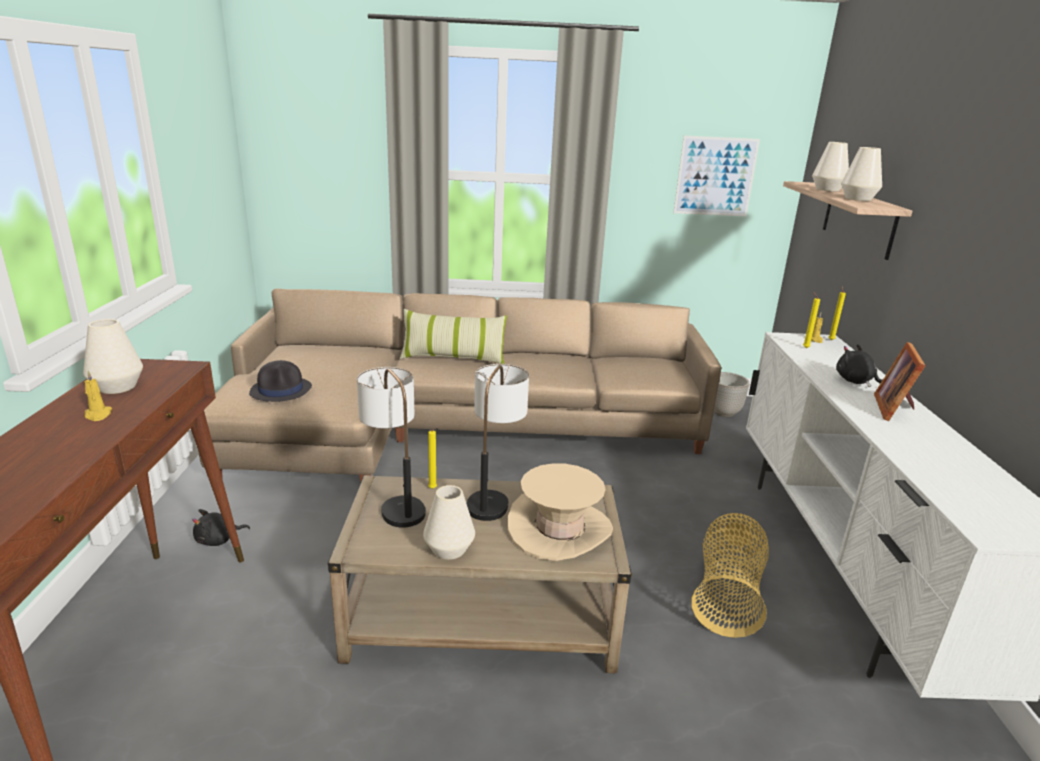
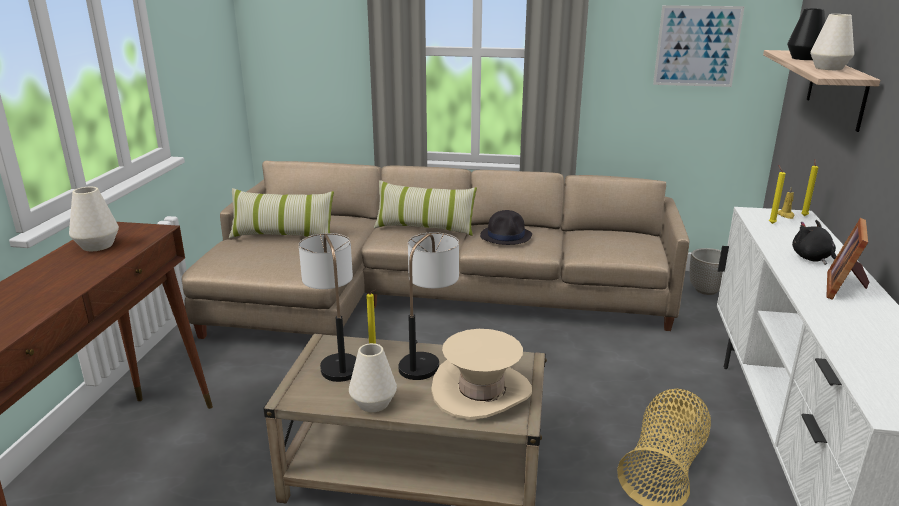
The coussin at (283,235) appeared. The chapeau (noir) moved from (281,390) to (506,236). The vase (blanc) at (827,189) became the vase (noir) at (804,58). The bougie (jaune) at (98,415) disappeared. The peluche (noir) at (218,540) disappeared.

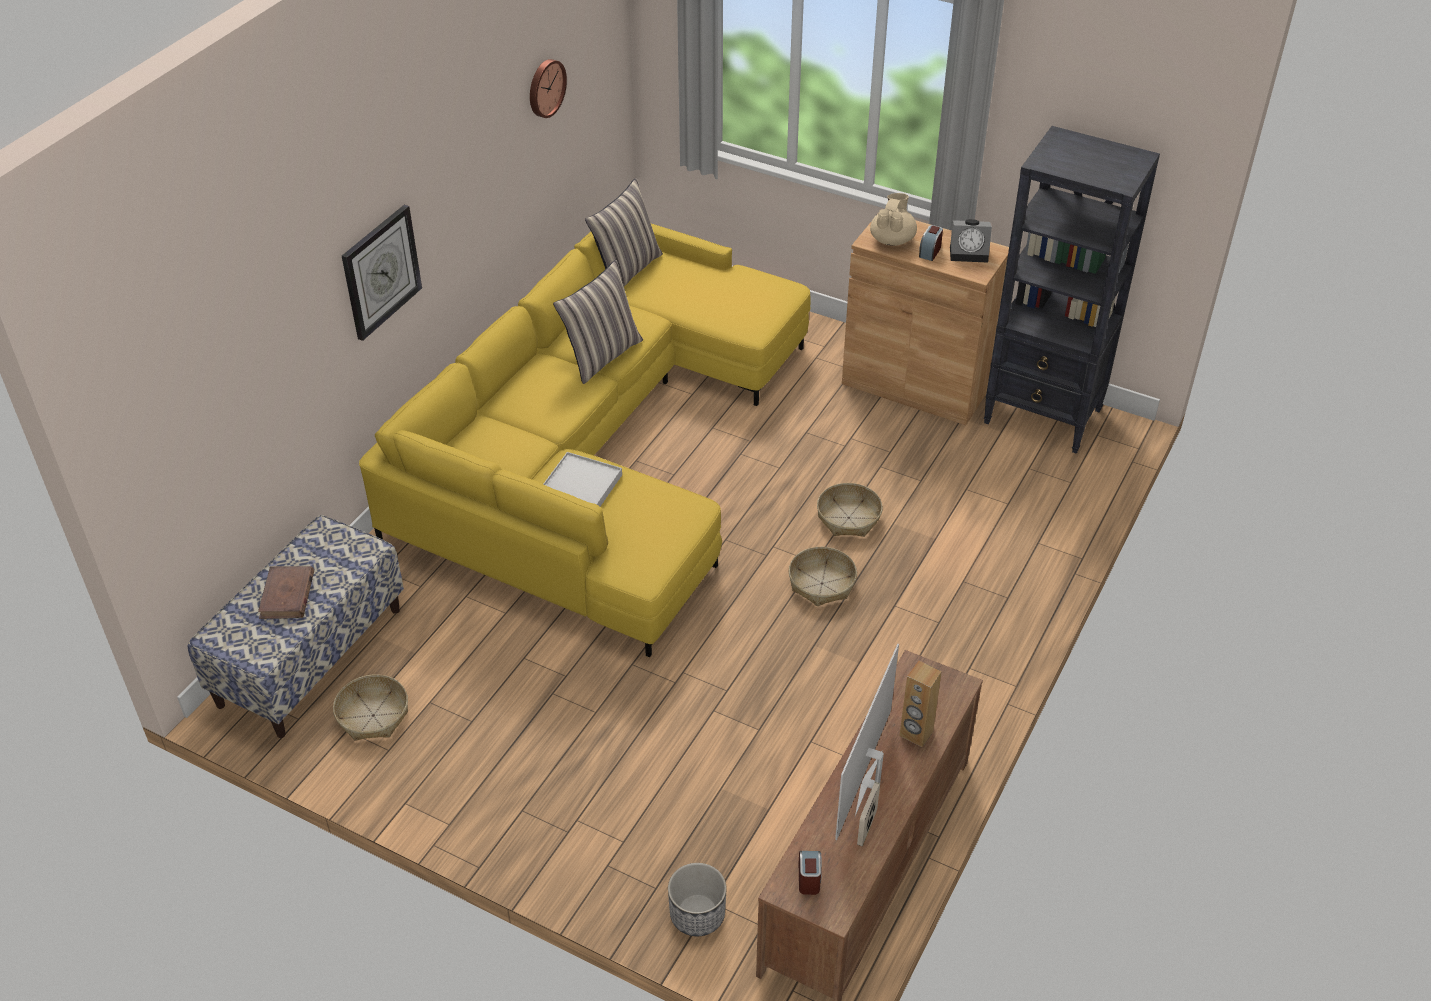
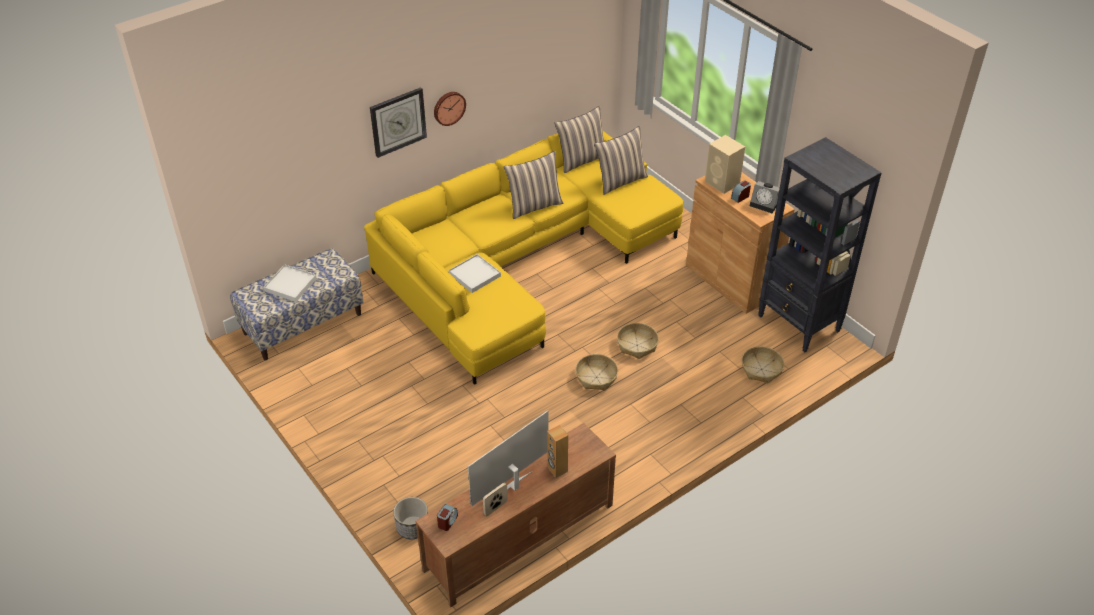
The livre (marron) at (287,595) was replaced by the plateau (blanc) at (290,285). The horloge murale moved from (545,87) to (448,107). The coussin at (620,181) appeared. The théière (beige) at (892,239) was replaced by the enceinte (beige) at (722,183). The panier moved from (373,715) to (761,369).

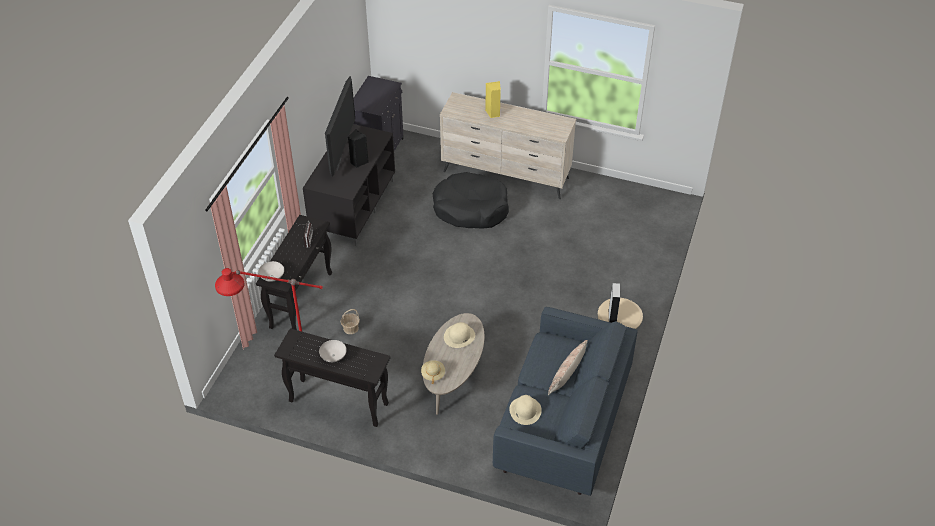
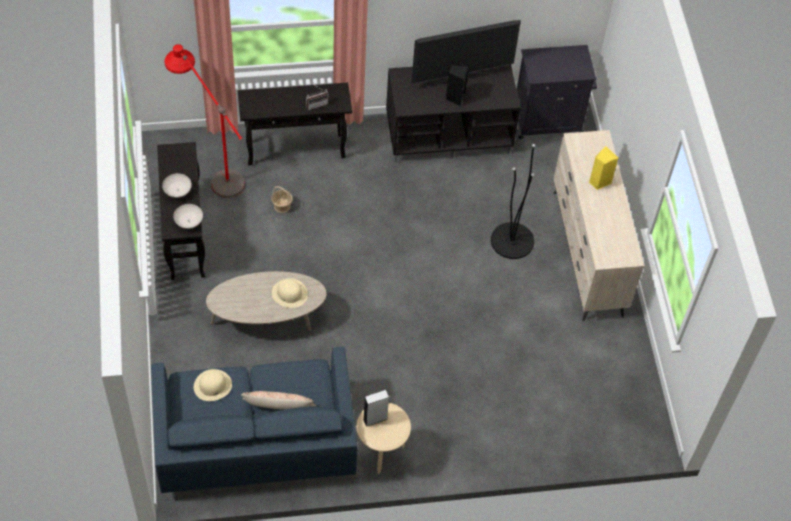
The bol (blanc) moved from (272,277) to (188,222). The panier pour chien (noir) at (471,208) was replaced by the lampadaire (noir) at (512,240). The chapeau (beige) at (433,374) disappeared.

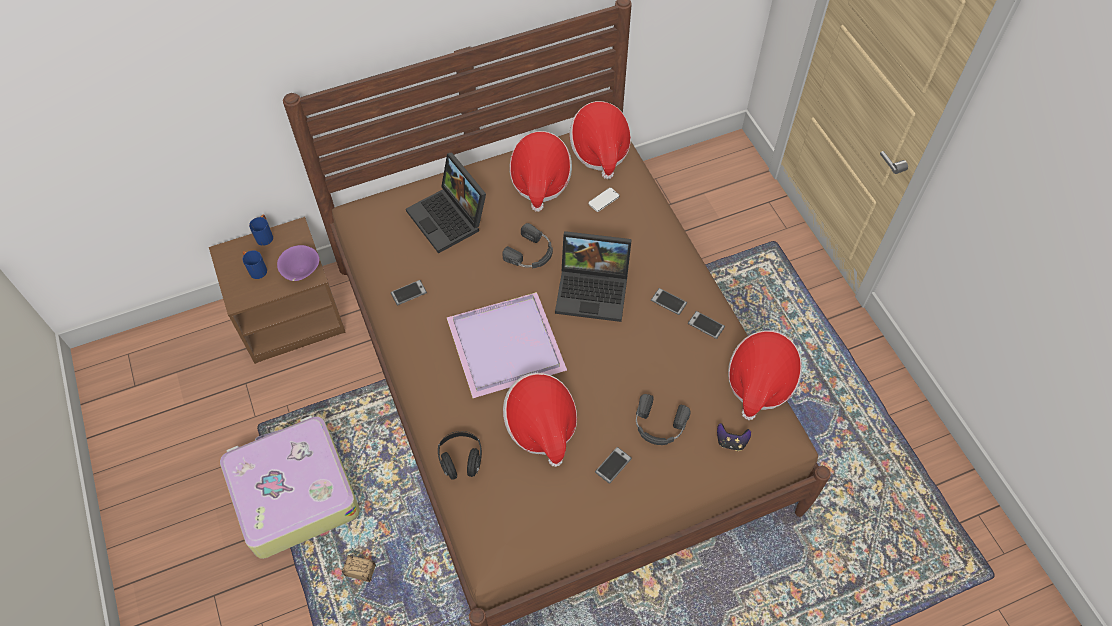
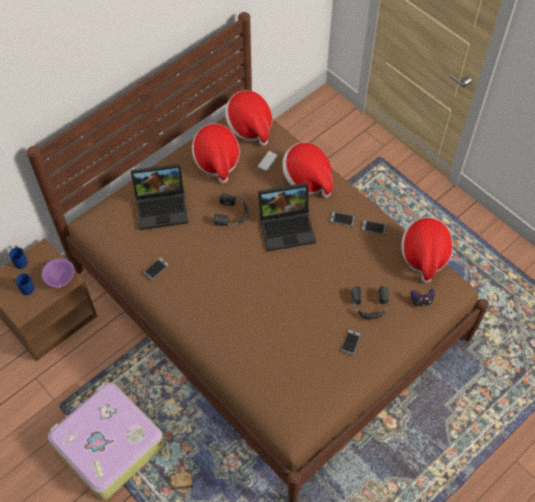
The ordinateur portable at (450,219) turned 45 degrees counterclockwise. The chapeau moved from (541,426) to (307,179). The casque audio (noir) at (461,460) disappeared. The plateau (violet) at (507,343) disappeared.

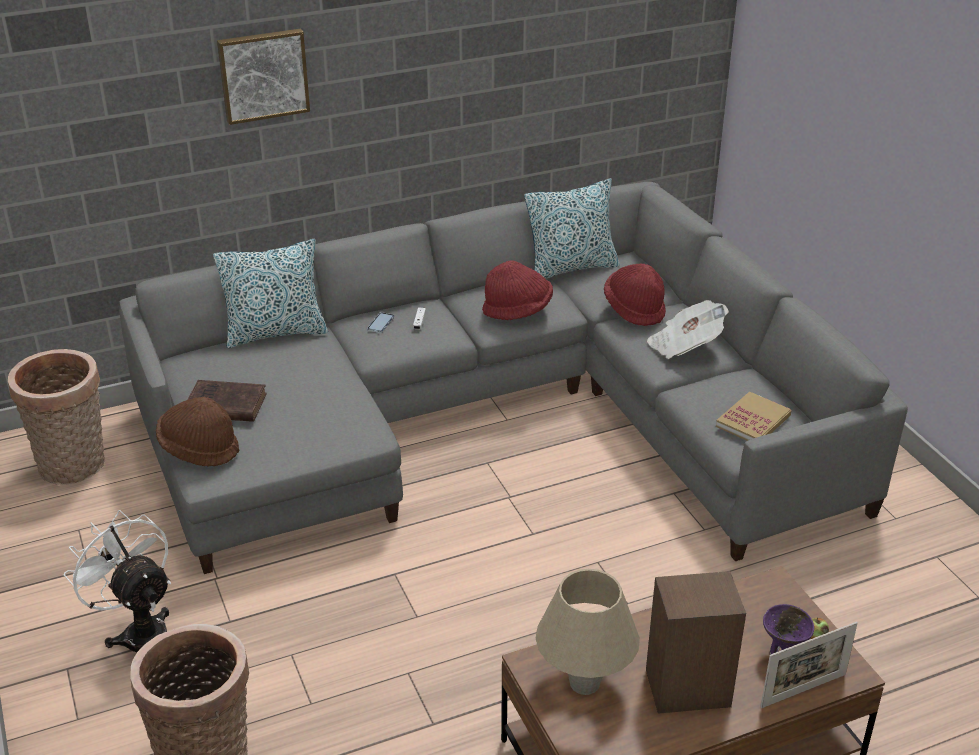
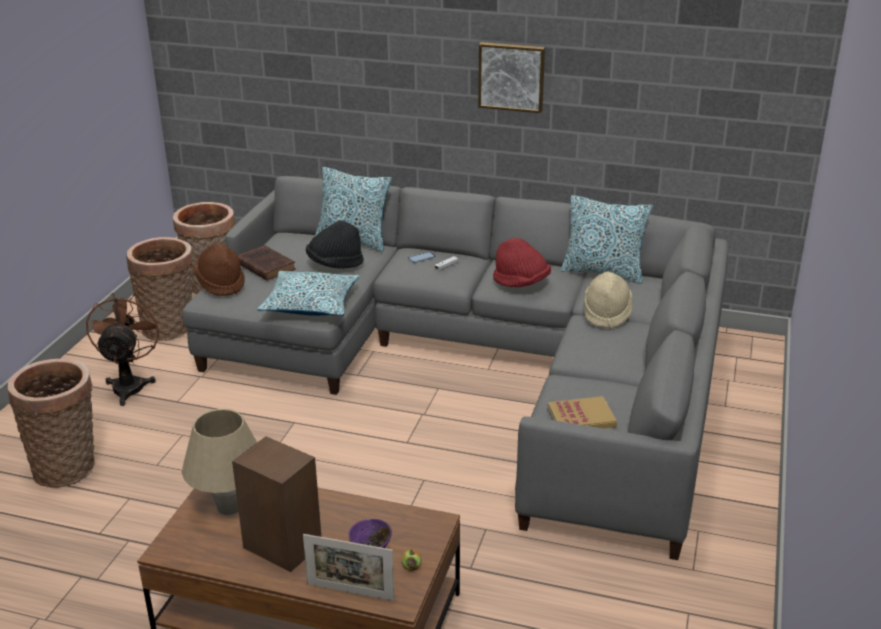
The ventilateur (blanc) at (140,632) became the ventilateur (marron) at (130,384). The panier at (170,328) appeared. The coussin at (311,304) appeared. The chapeau (noir) at (335,264) appeared. The tableau moved from (263,75) to (511,76). The chapeau (rouge) at (635,309) became the chapeau (beige) at (606,313). The journal at (685,346) disappeared.

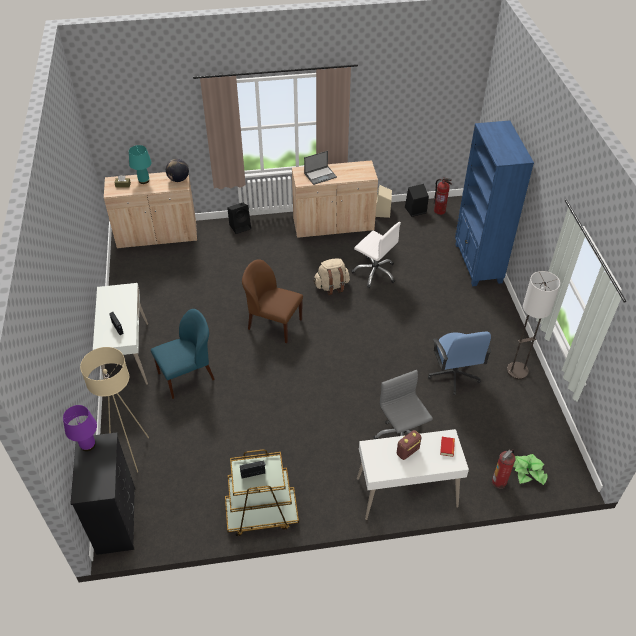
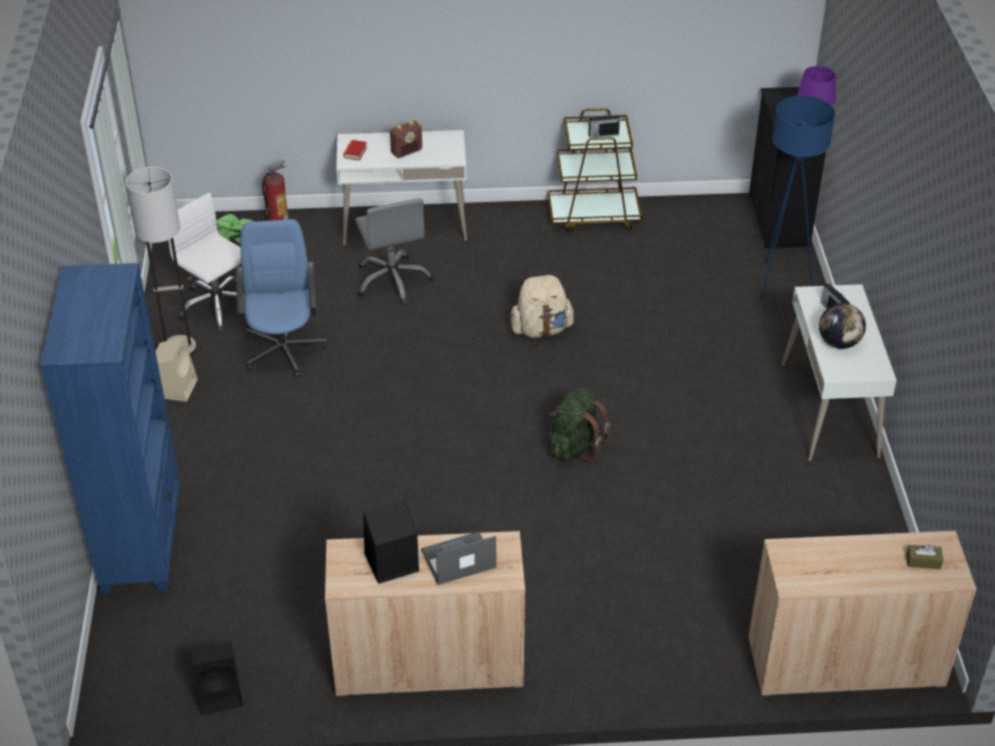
The enceinte (beige) moved from (382,212) to (176,387). The chaise de bureau (blanc) moved from (375,272) to (217,306). The enceinte (noir) moved from (240,226) to (390,563). The sac à dos (beige) moved from (331,286) to (541,329). The chaise (marron) at (274,324) was replaced by the sac à dos (vert) at (574,446). The lampadaire (beige) at (132,453) became the lampadaire (bleu) at (779,283). The globe moved from (178,179) to (839,343). The lampe de table (turquoise) at (143,180) disappeared. The chaise (bleu) at (187,376) disappeared. The extincteur at (439,211) disappeared.

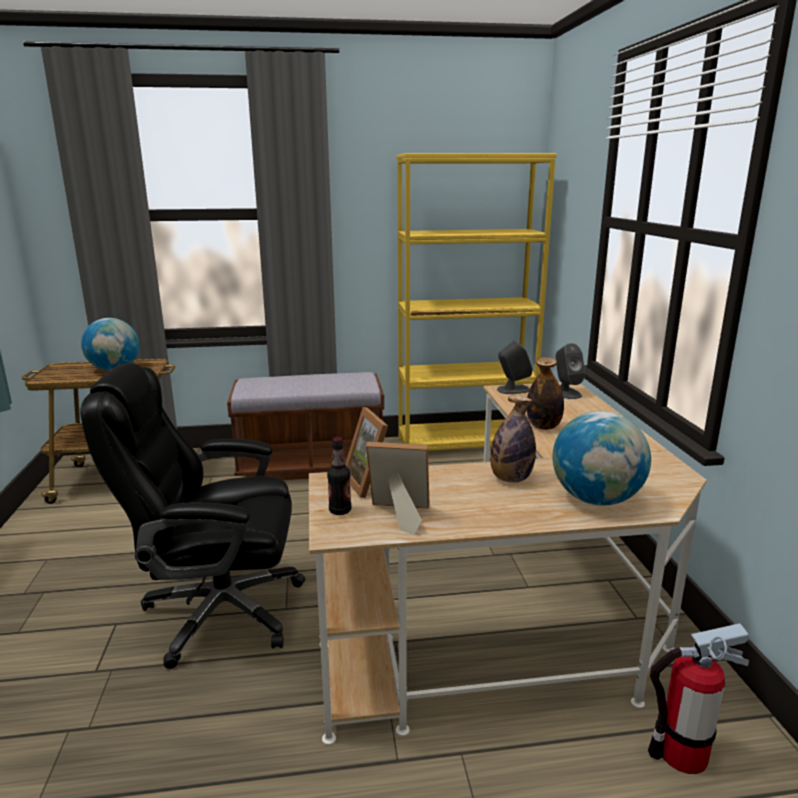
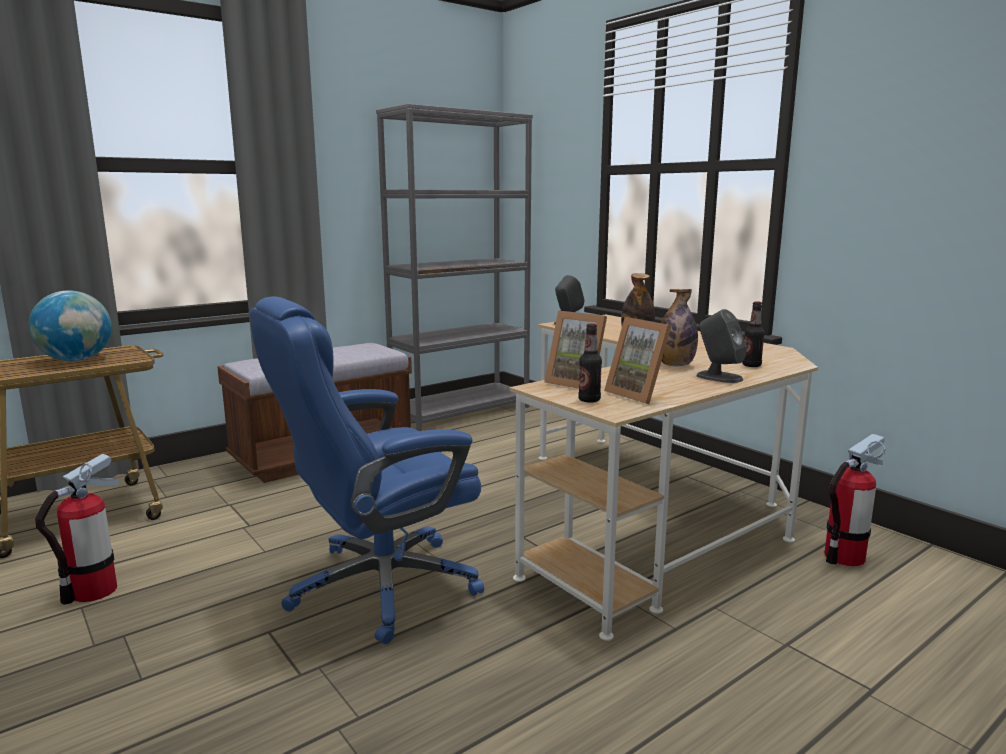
The extincteur at (94,591) appeared. The chaise de bureau (noir) at (219,611) became the chaise de bureau (bleu) at (379,587). The bibliothèque (jaune) at (464,444) became the bibliothèque (gris) at (461,412). The cadre photo at (398,515) turned 105 degrees counterclockwise. The enceinte (gris) moved from (566,393) to (718,377). The globe at (596,499) was replaced by the bouteille at (751,365).

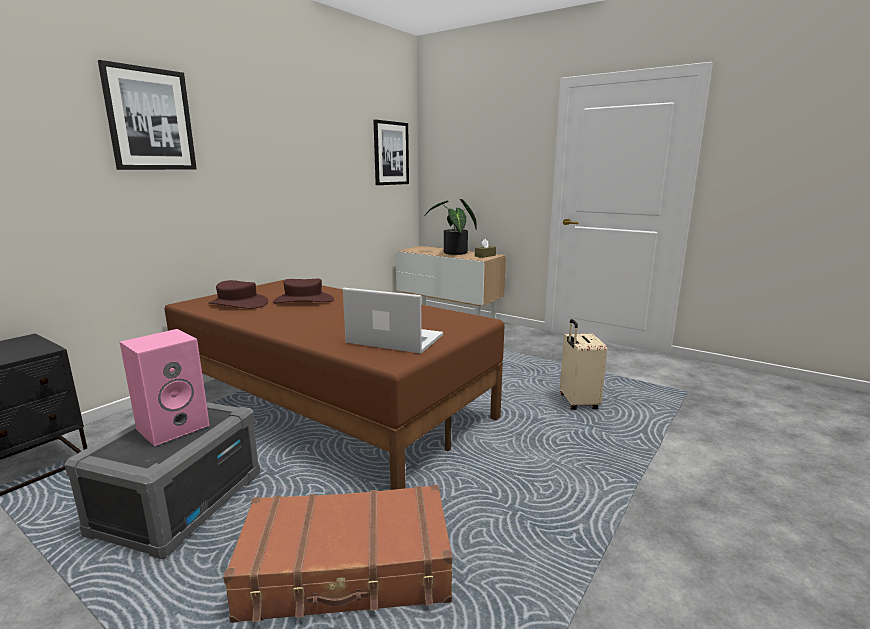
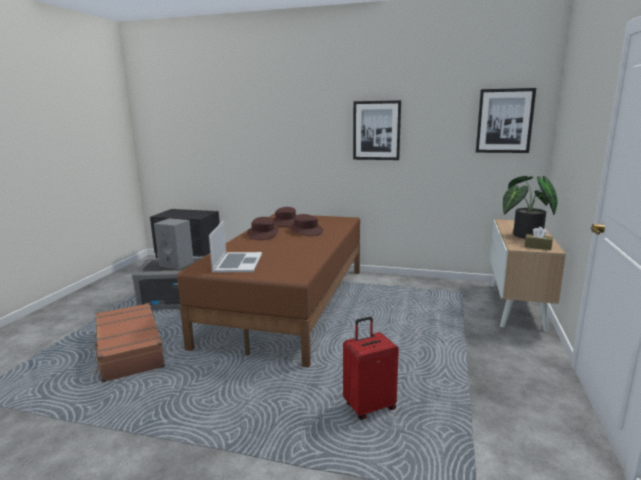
The enceinte (rose) at (174,426) became the enceinte (gris) at (177,264). The chapeau (marron) at (263,234) appeared. The valise (beige) at (577,403) became the valise (rouge) at (369,406). The tableau moved from (150,119) to (376,130).

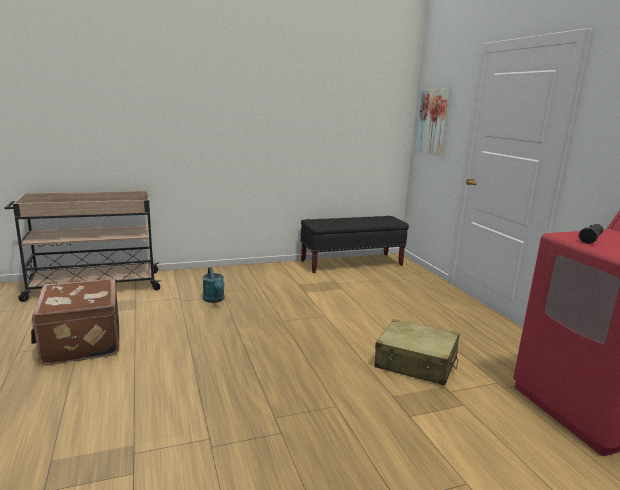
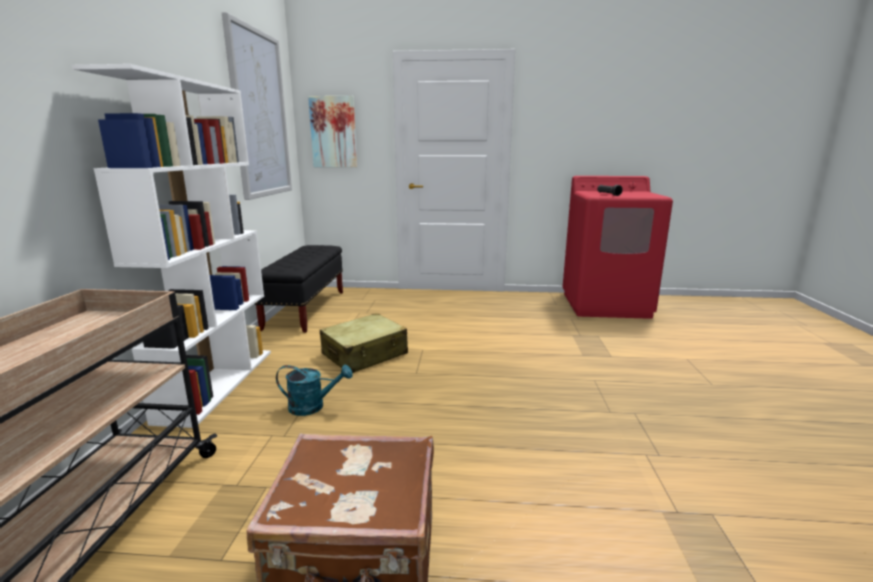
The bibliothèque (blanc) at (218,383) appeared. The tableau at (259,115) appeared. The valise (beige) moved from (416,363) to (365,354).

